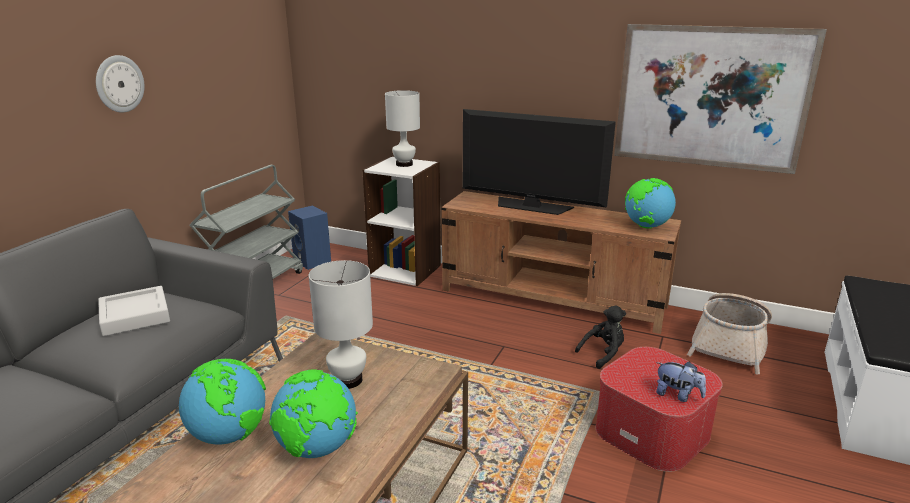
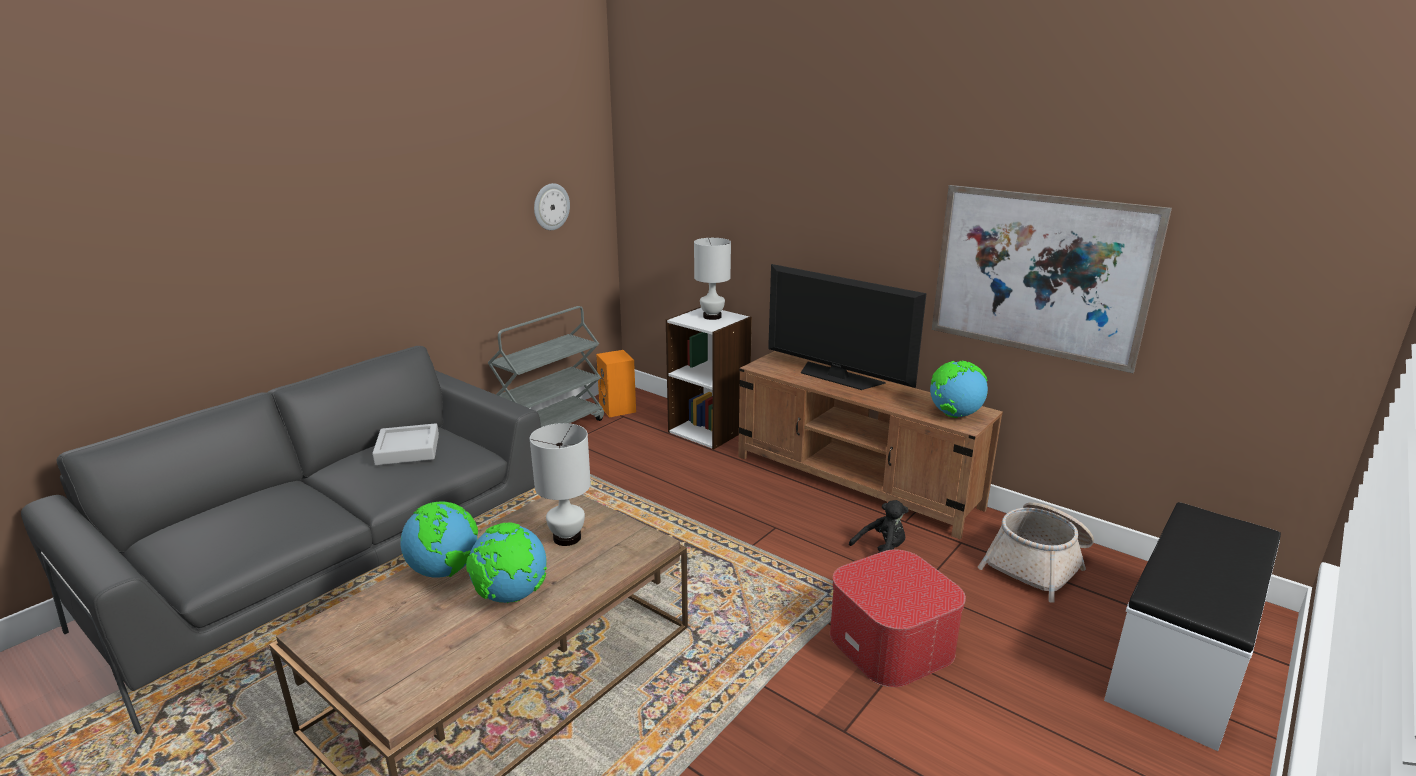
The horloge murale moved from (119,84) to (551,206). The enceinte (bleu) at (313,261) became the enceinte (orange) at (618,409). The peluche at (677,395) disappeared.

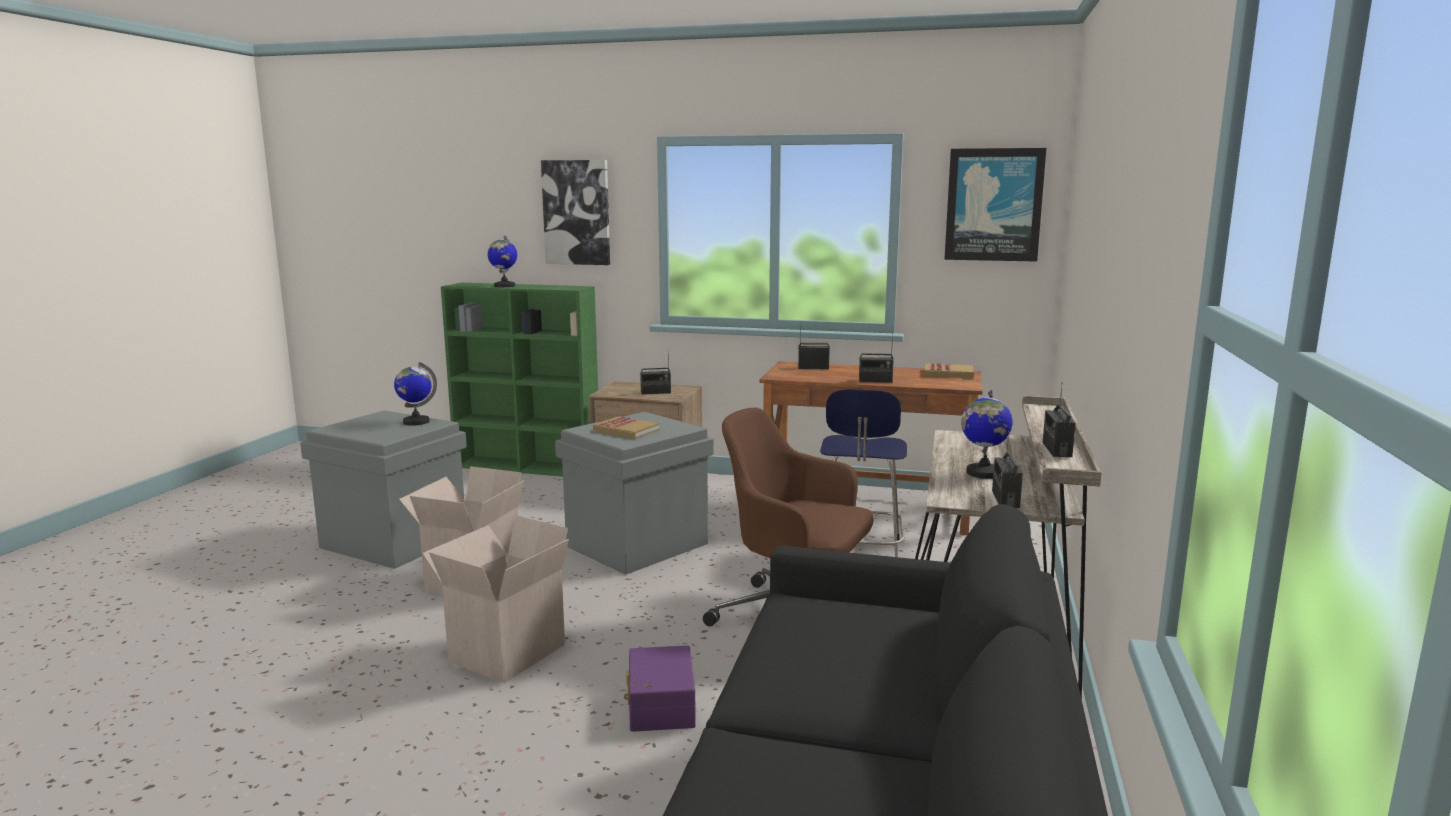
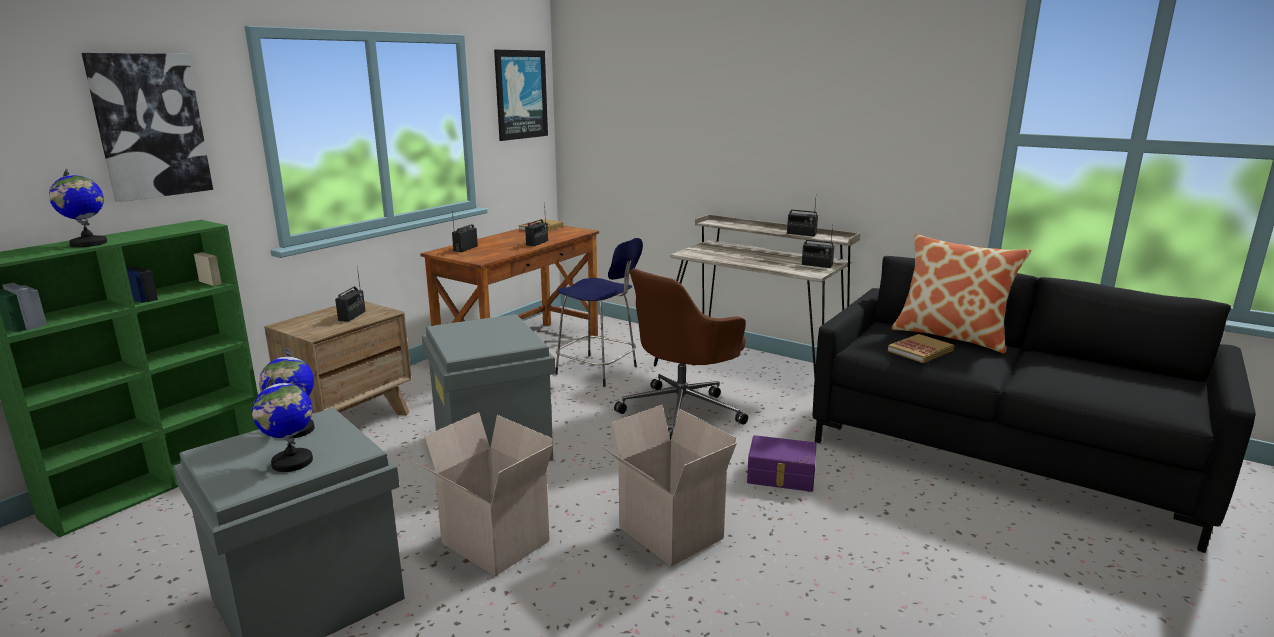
The globe moved from (983,473) to (292,462). The livre moved from (626,430) to (920,351). The coussin at (951,336) appeared.

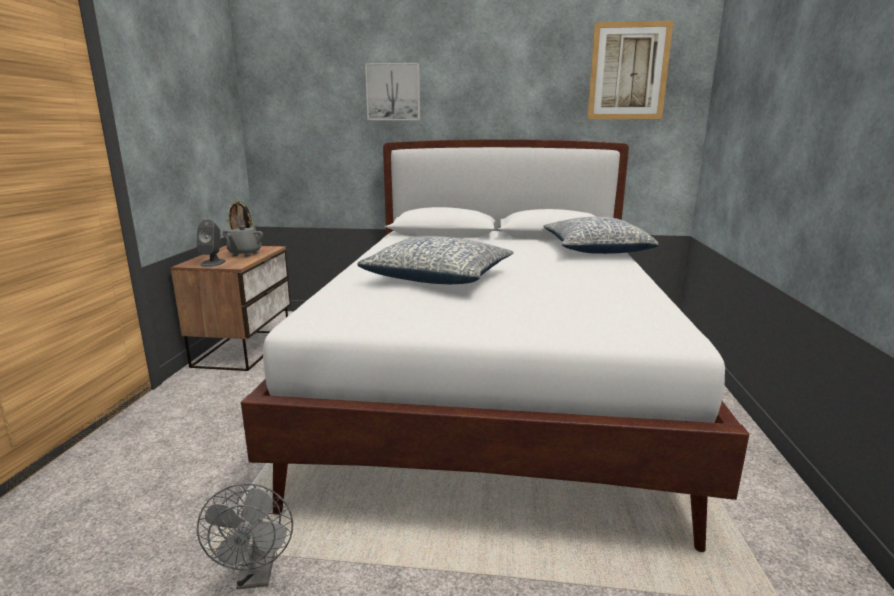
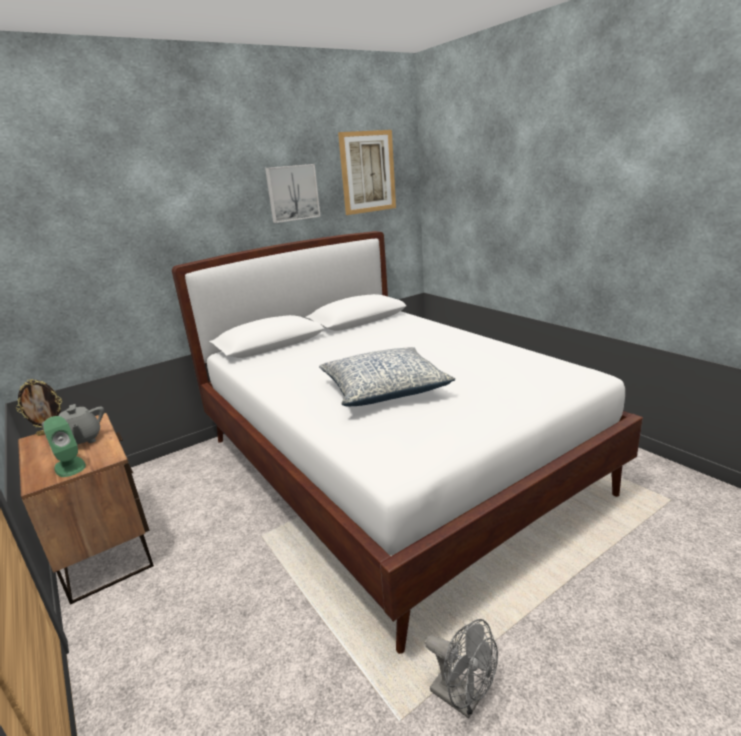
The enceinte (gris) at (213,263) became the enceinte (vert) at (70,466). The tableau moved from (393,92) to (292,193). The coussin at (594,250) disappeared.

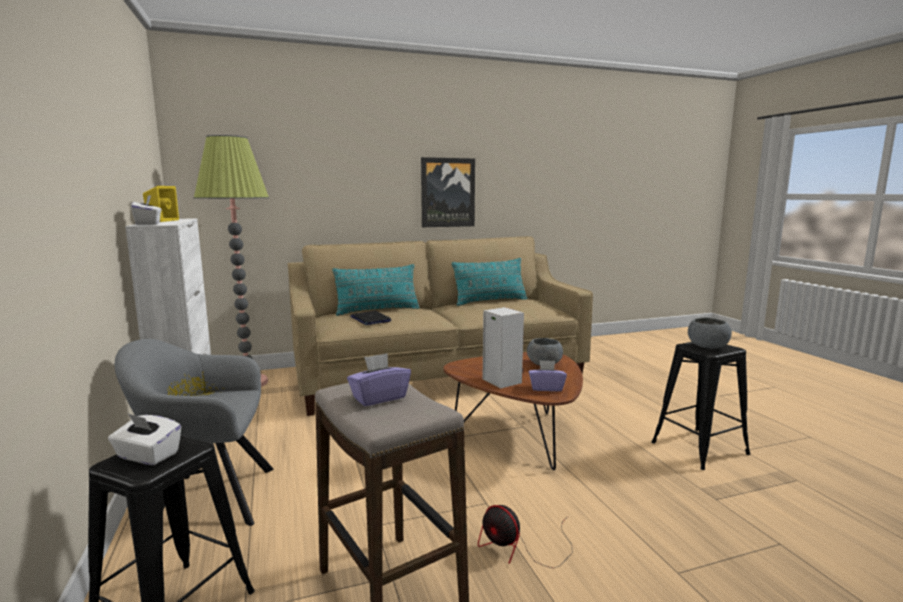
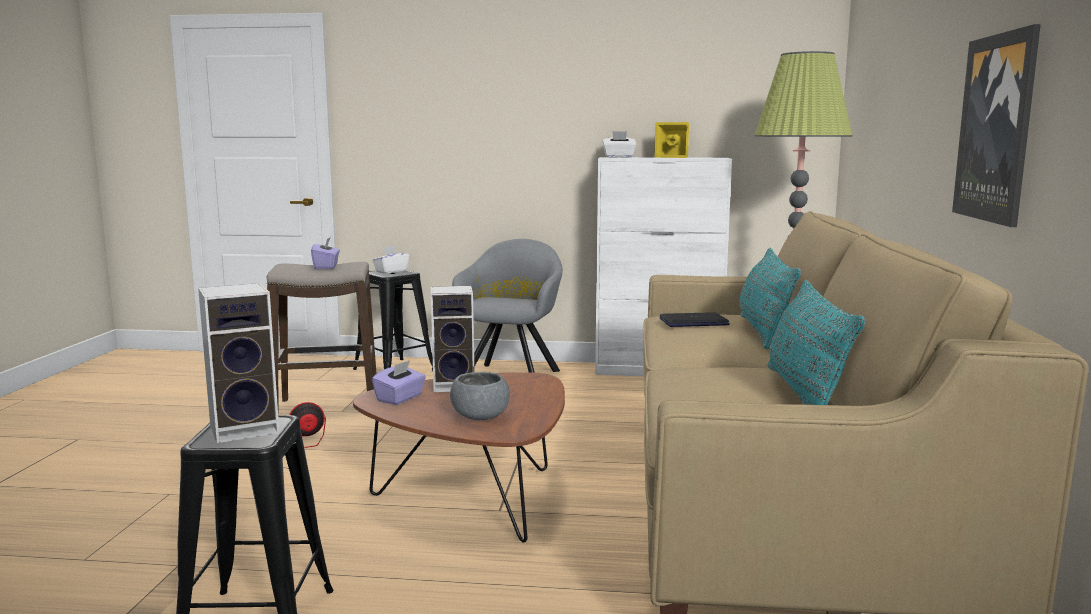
The bol (gris) at (707,347) was replaced by the enceinte at (247,428).

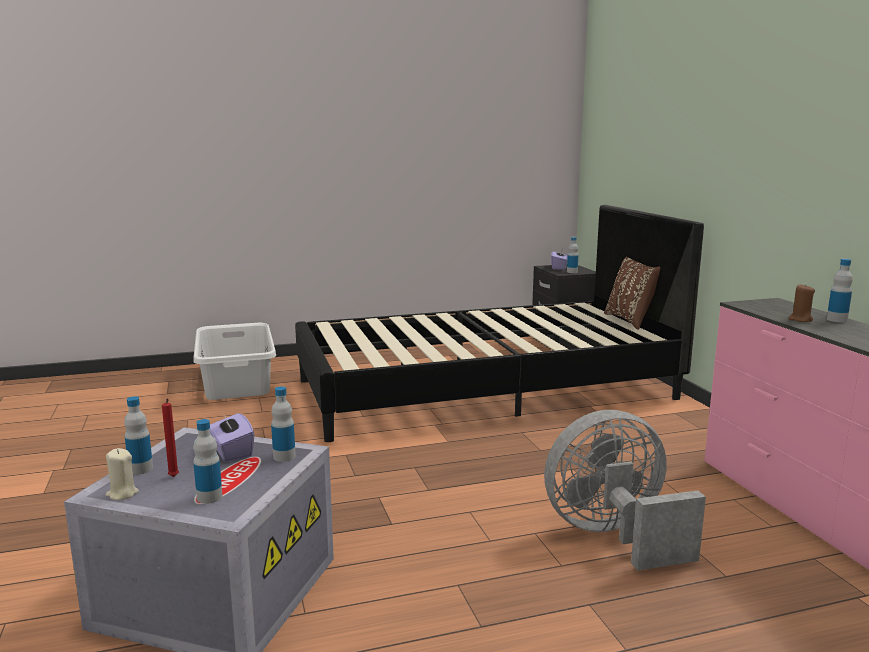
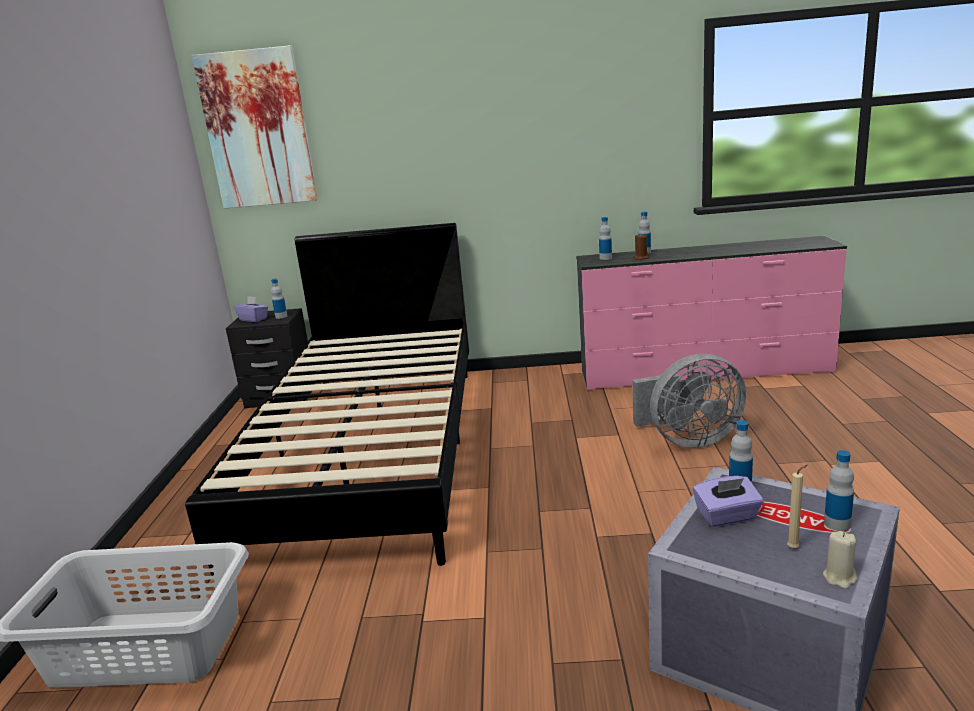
The tableau at (257,129) appeared. The bouteille moved from (140,469) to (605,258). The ventilateur (gris) at (614,536) turned 105 degrees counterclockwise. The bougie (rouge) at (173,477) became the bougie (beige) at (794,548). The coussin (marron) at (631,320) disappeared.

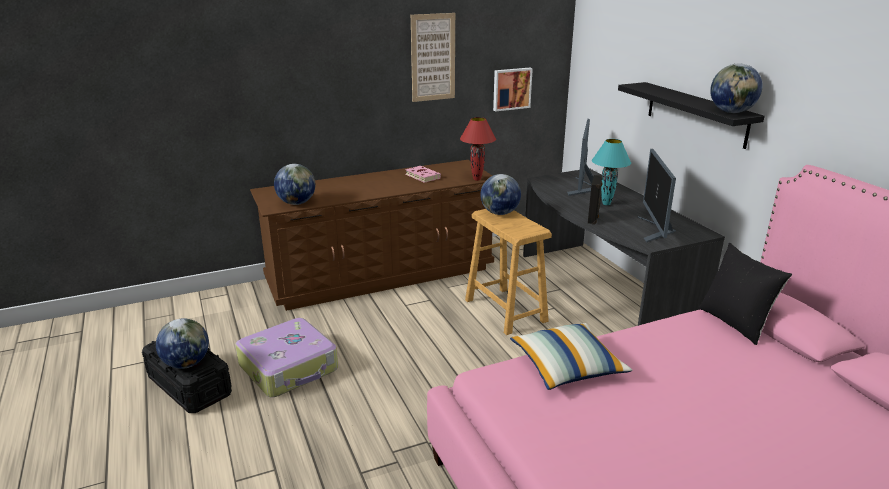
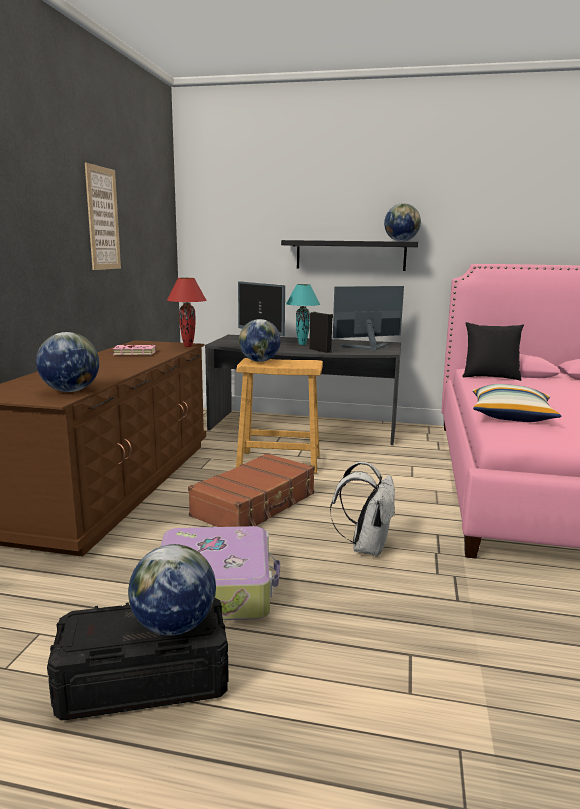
The valise (marron) at (255,505) appeared. The sac à dos (blanc) at (366,547) appeared. The écran d'ordinateur at (655,231) turned 120 degrees clockwise. The tableau at (511,88) disappeared.

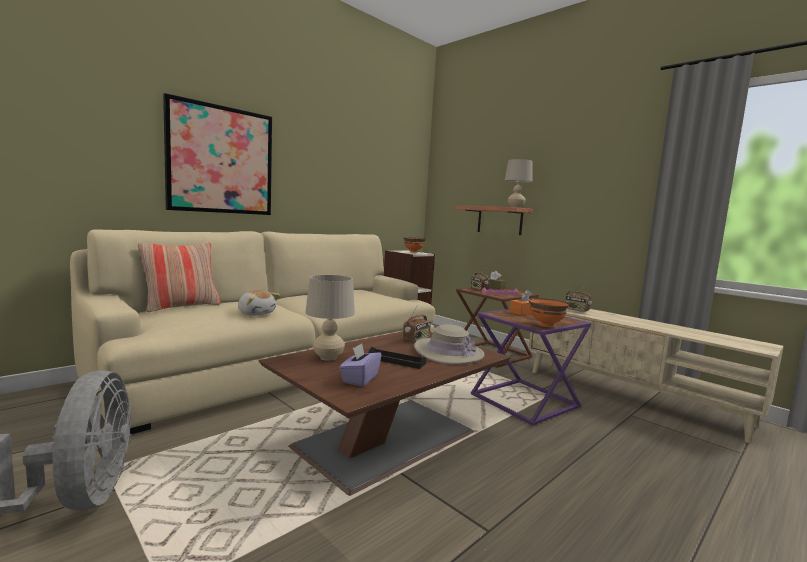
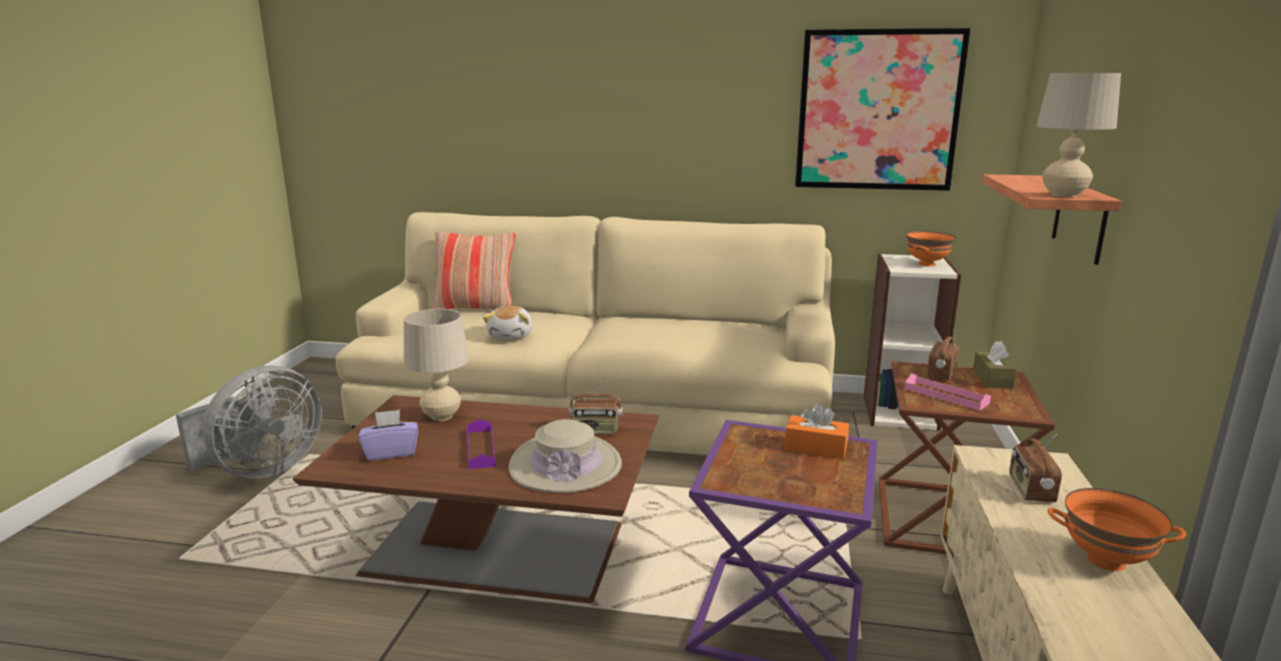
The plateau (noir) at (396,361) became the plateau (violet) at (481,448). The tableau moved from (221,160) to (877,110). The bol (orange) moved from (545,325) to (1106,560).

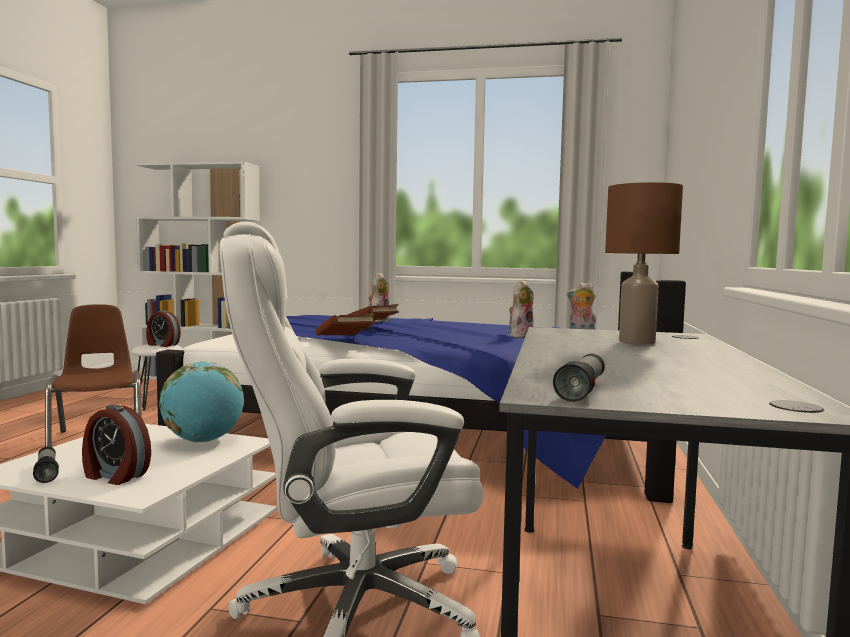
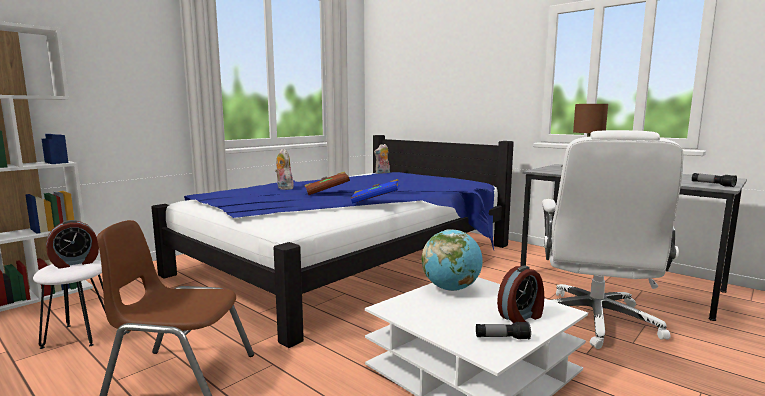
The livre (marron) at (345,339) became the livre (bleu) at (375,201). The peluche at (520,336) disappeared.

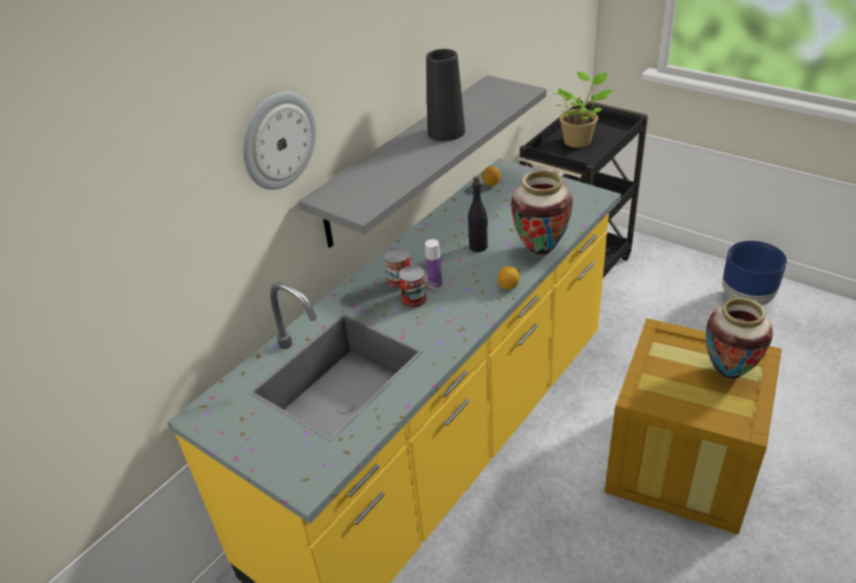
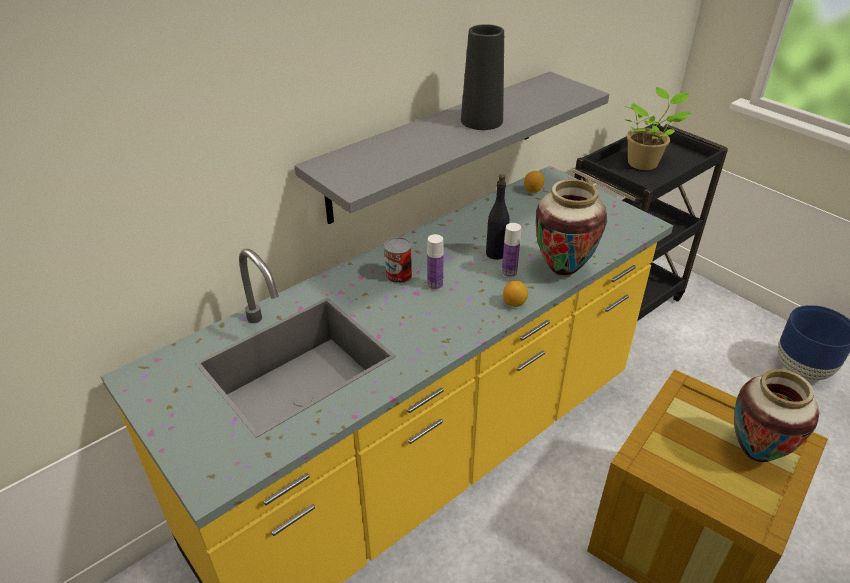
The bouteille at (509,273) appeared. The horloge murale at (278,140) disappeared. The boîte métallique at (414,300) disappeared.

